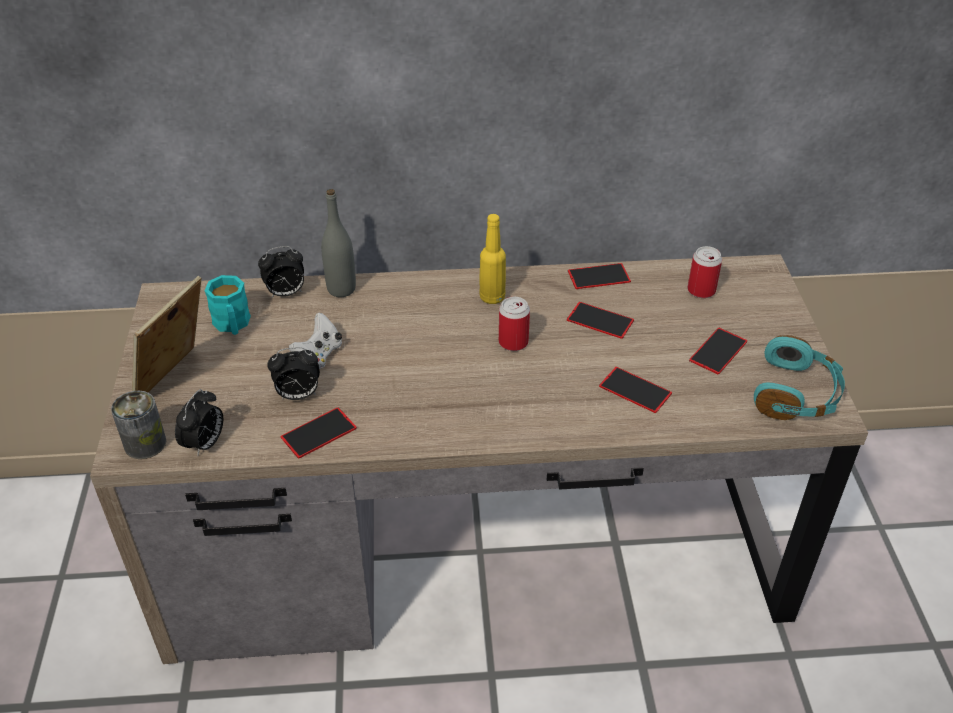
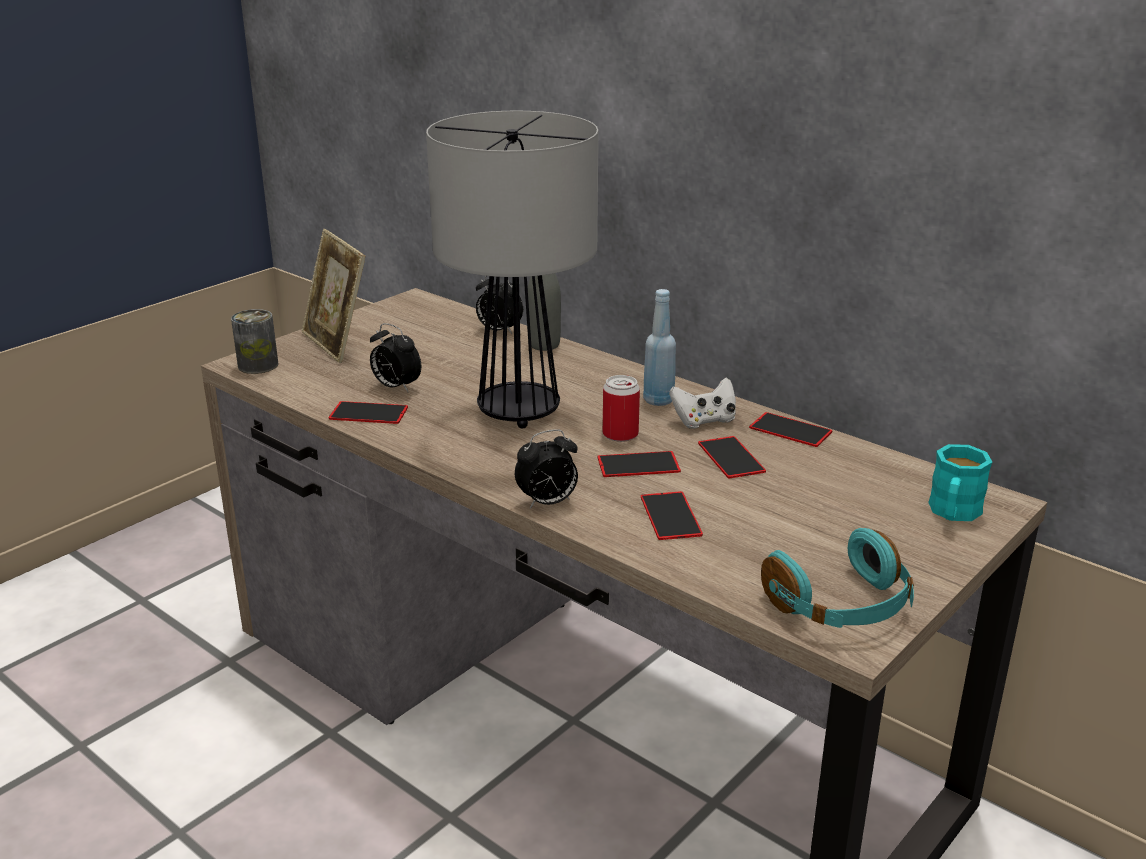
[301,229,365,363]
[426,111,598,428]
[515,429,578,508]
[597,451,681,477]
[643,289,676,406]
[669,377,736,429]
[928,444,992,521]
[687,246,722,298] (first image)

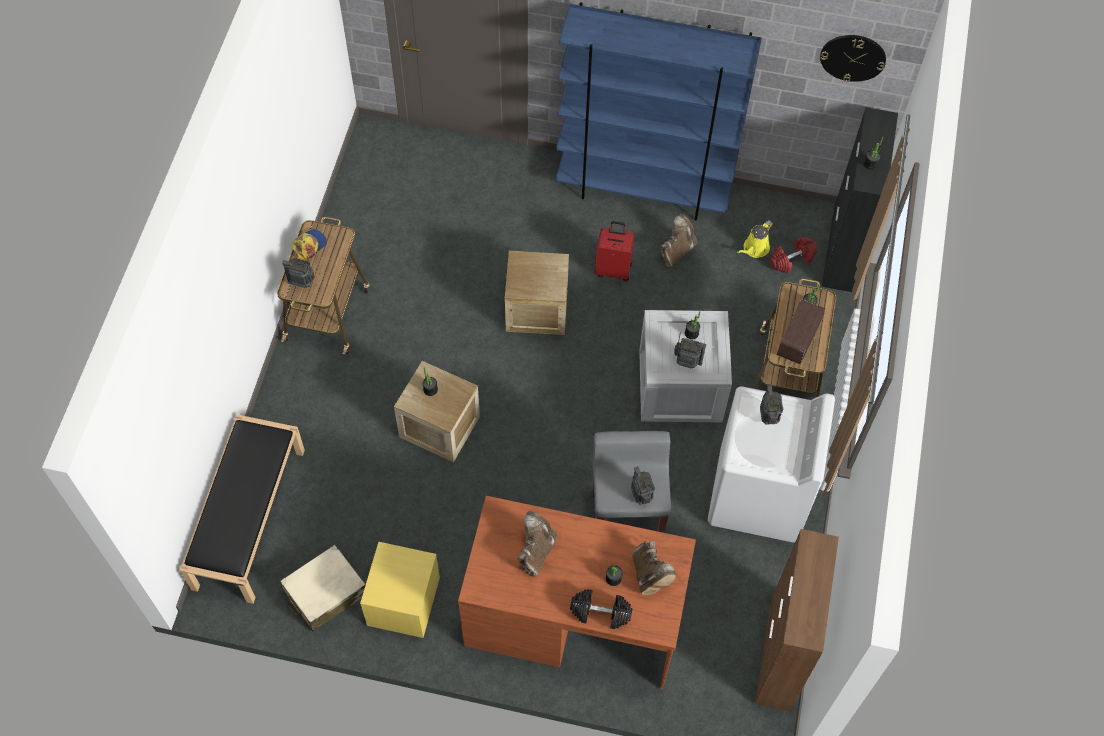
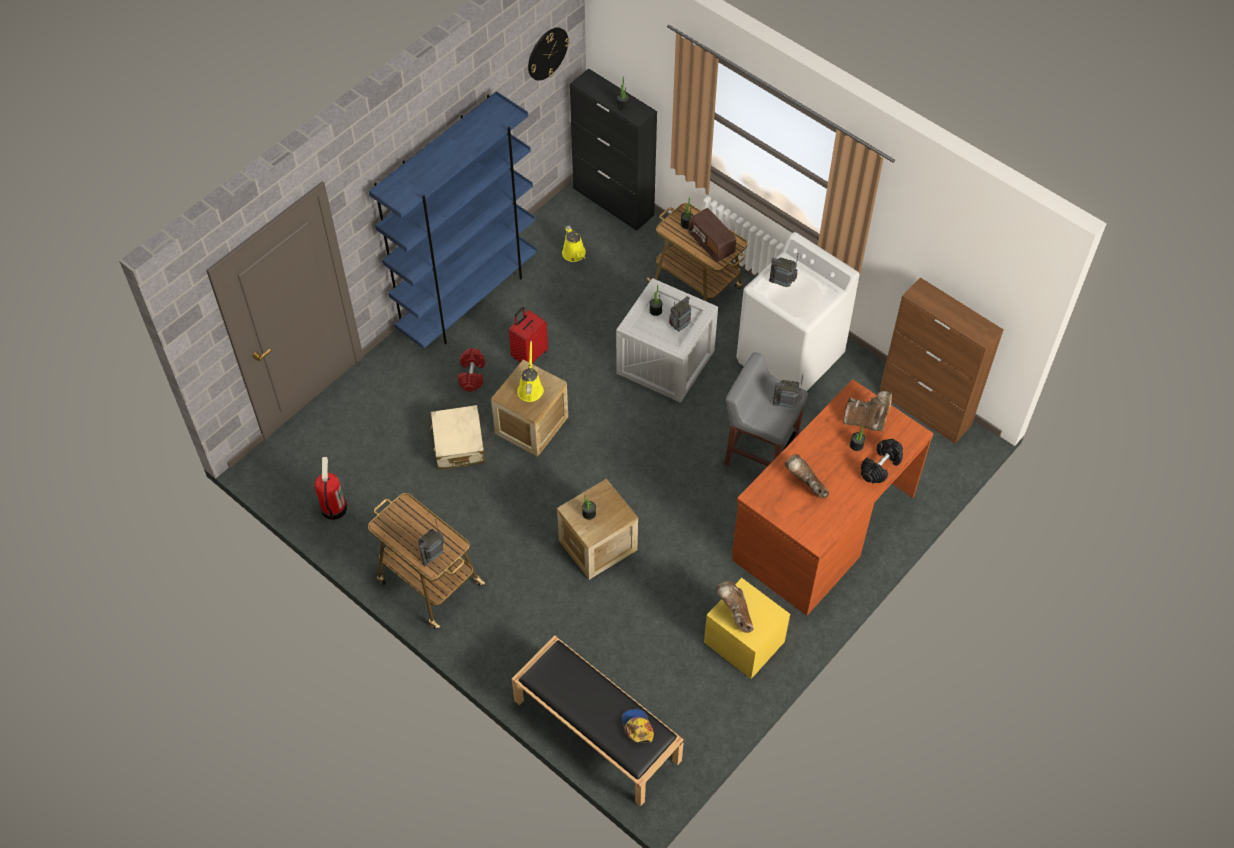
[315,457,347,520]
[430,405,486,470]
[458,348,485,392]
[517,341,544,402]
[622,709,654,743]
[716,582,753,633]

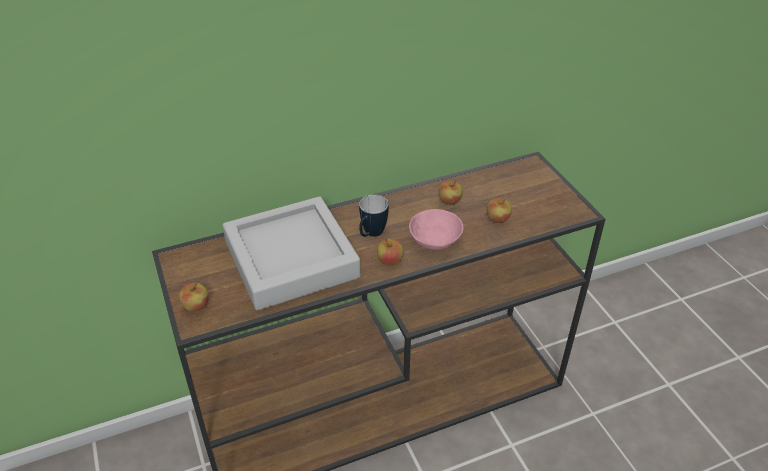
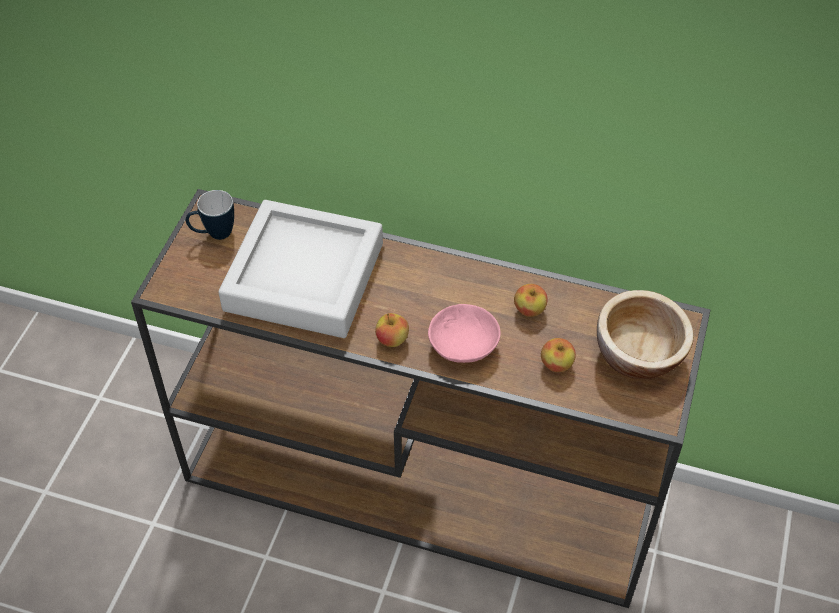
[186,190,234,240]
[597,290,694,379]
[179,283,209,312] (first image)

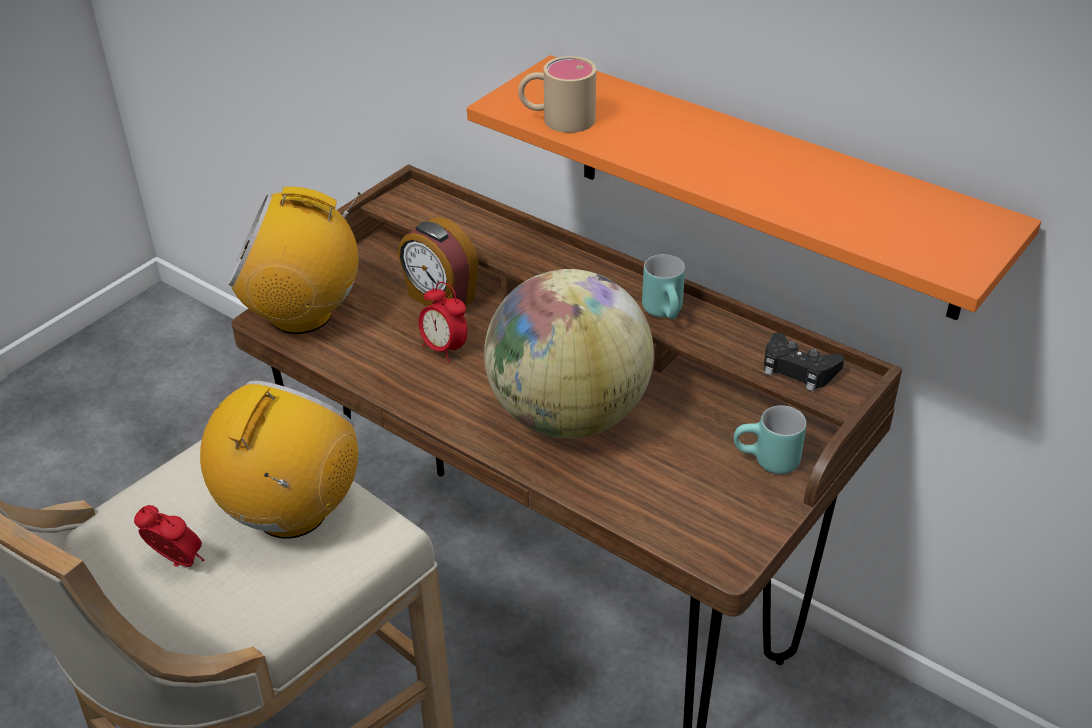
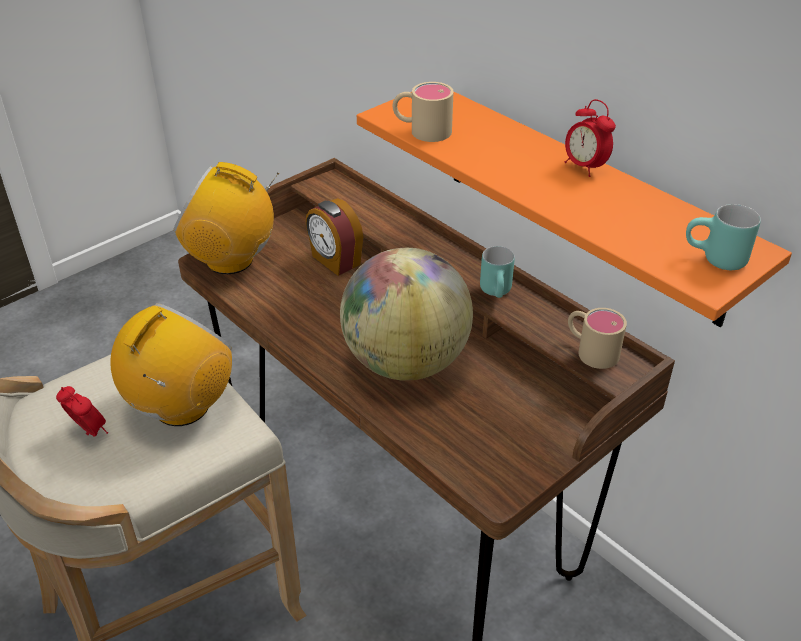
[564,99,616,177]
[568,308,627,369]
[686,204,761,270]

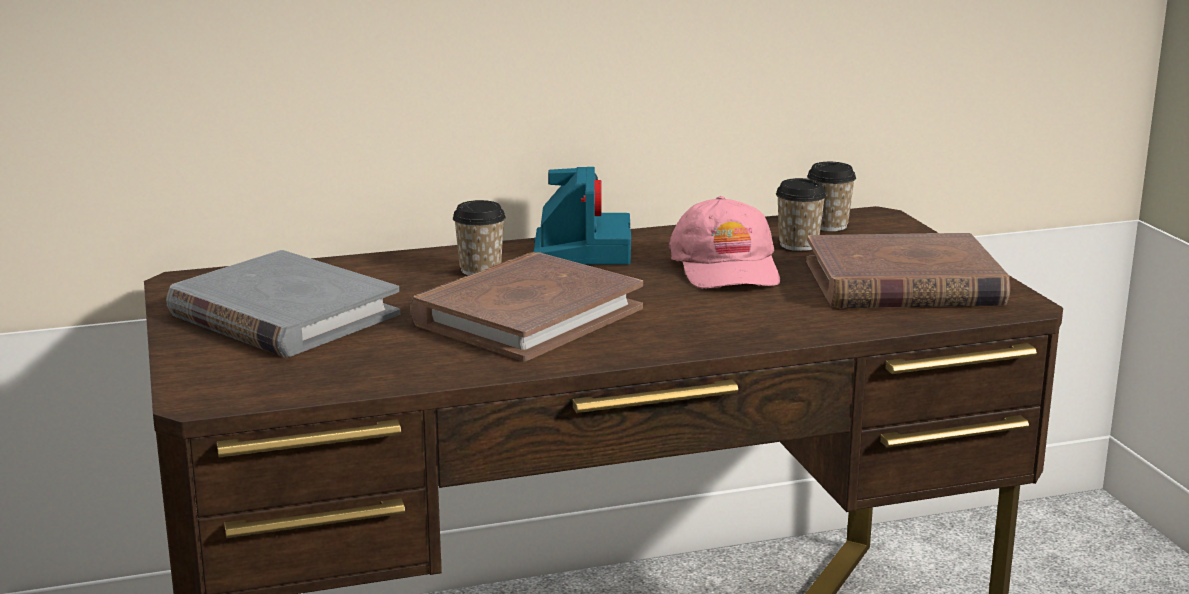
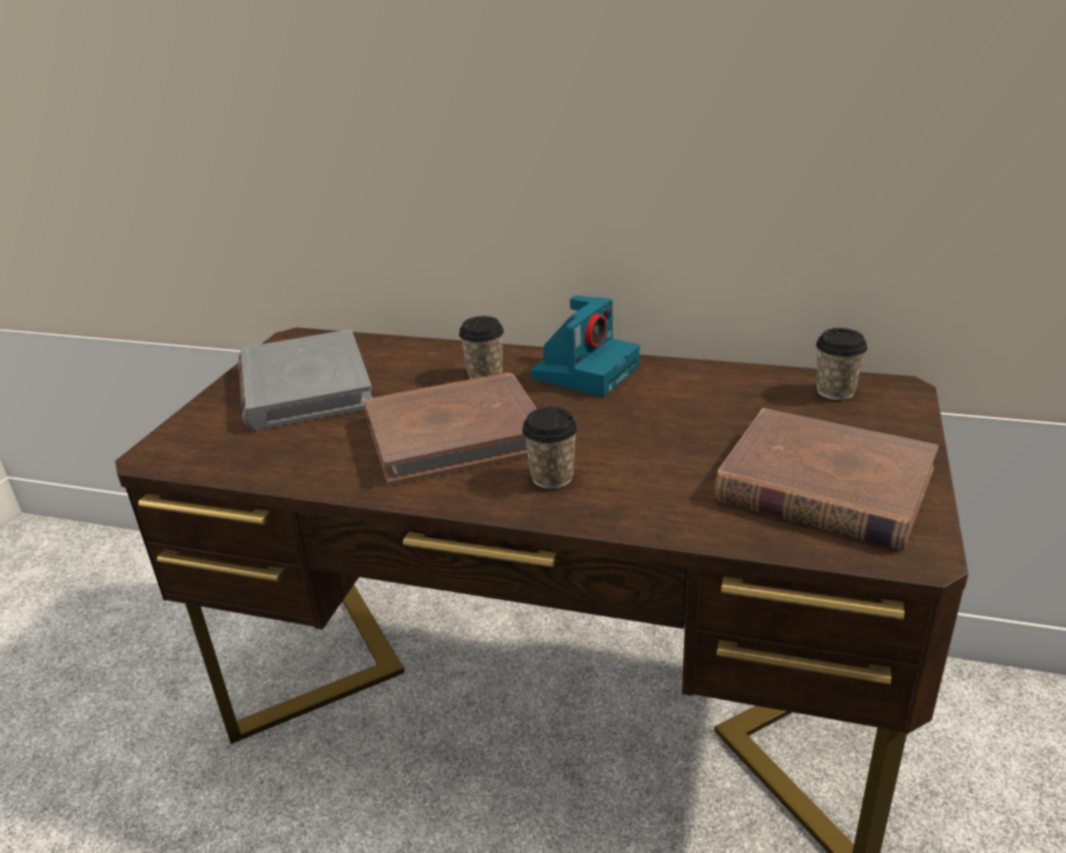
[522,407,578,489]
[669,196,780,289] (first image)

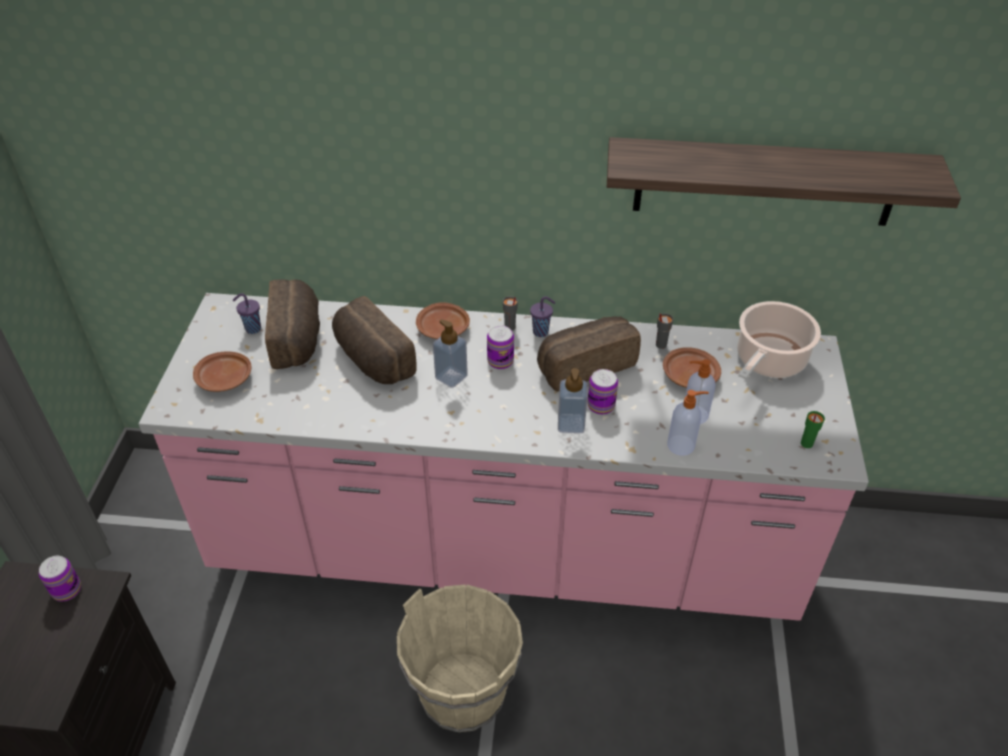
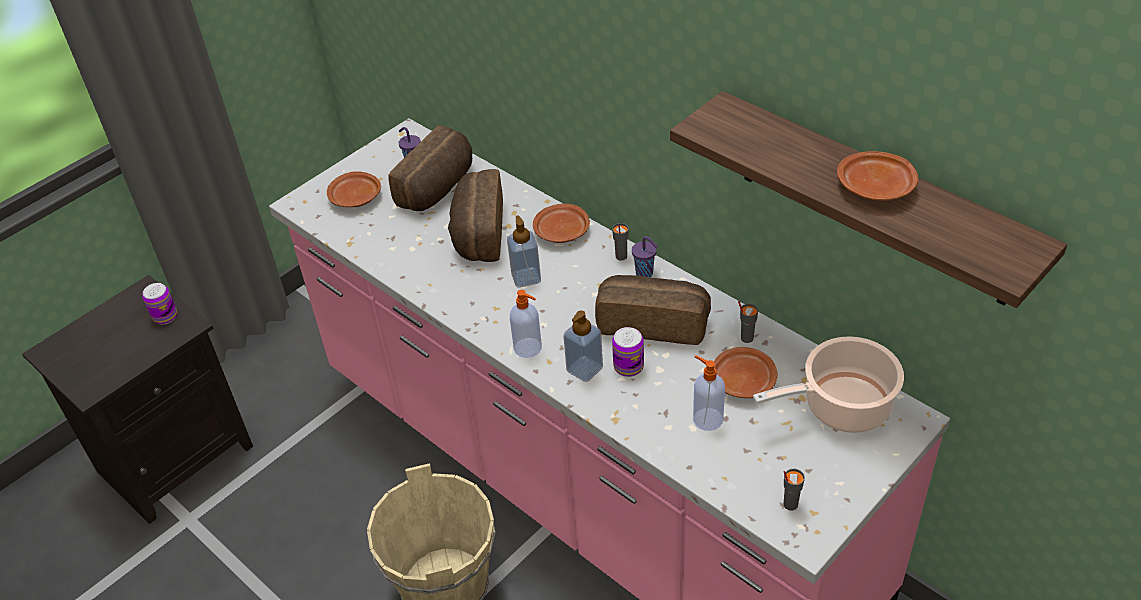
[510,290,542,358]
[783,469,805,511]
[837,151,918,201]
[487,325,514,369] (first image)

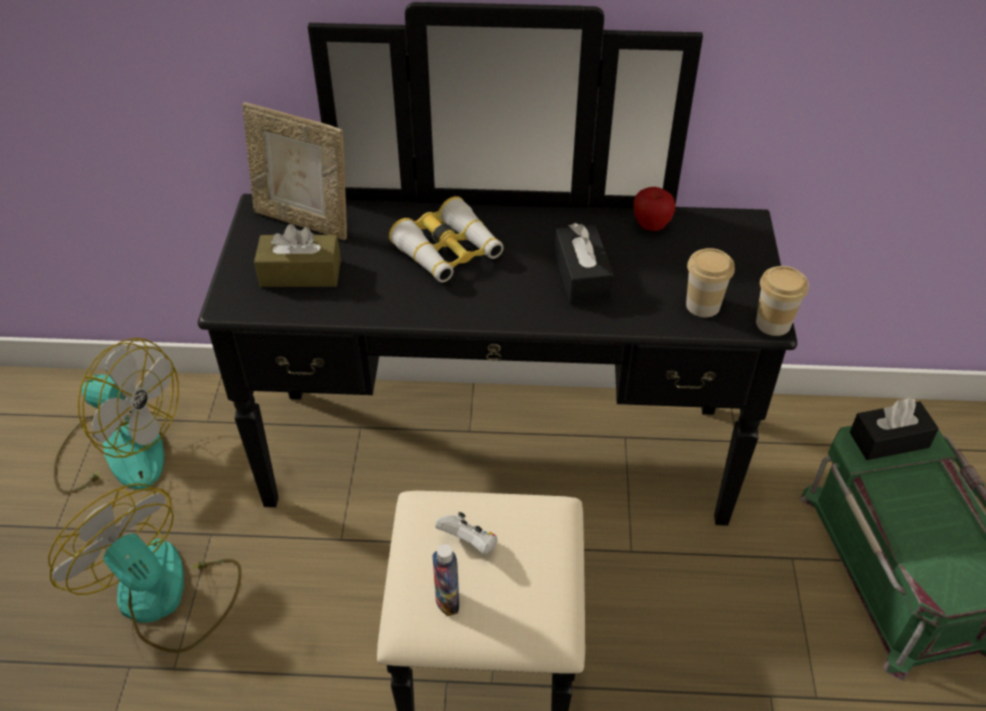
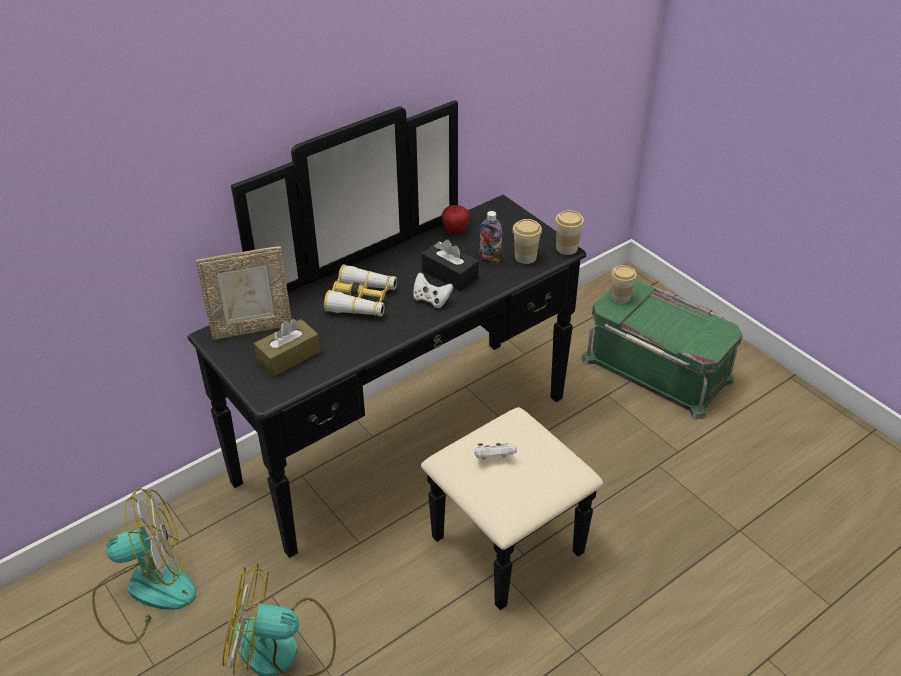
[413,272,453,308]
[480,211,502,264]
[611,265,637,304]

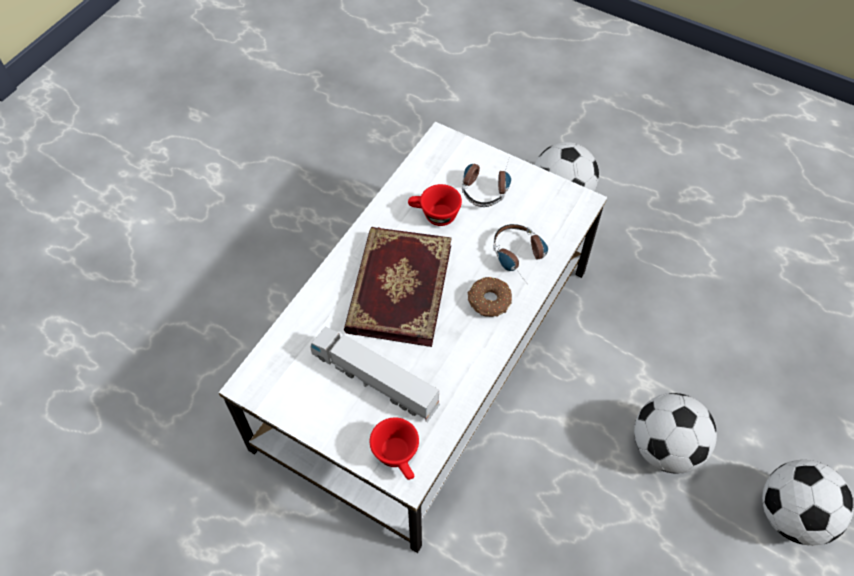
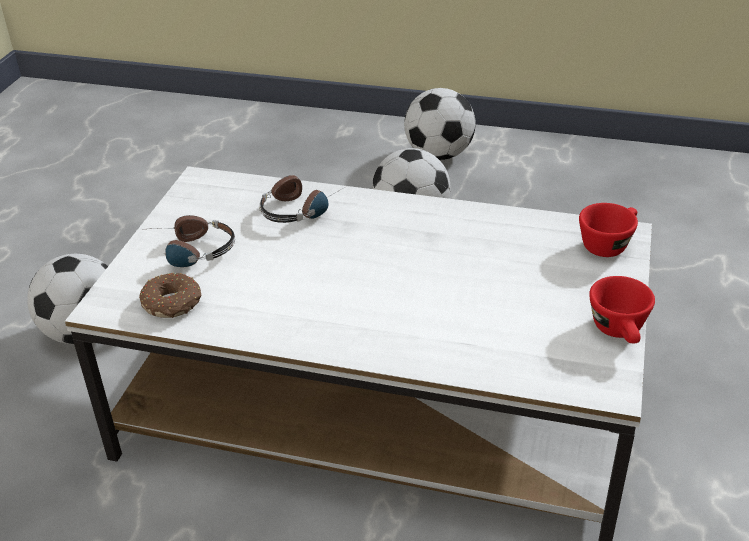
[139,272,202,318]
[589,276,655,343]
[311,327,440,422] (first image)
[344,227,452,347] (first image)

